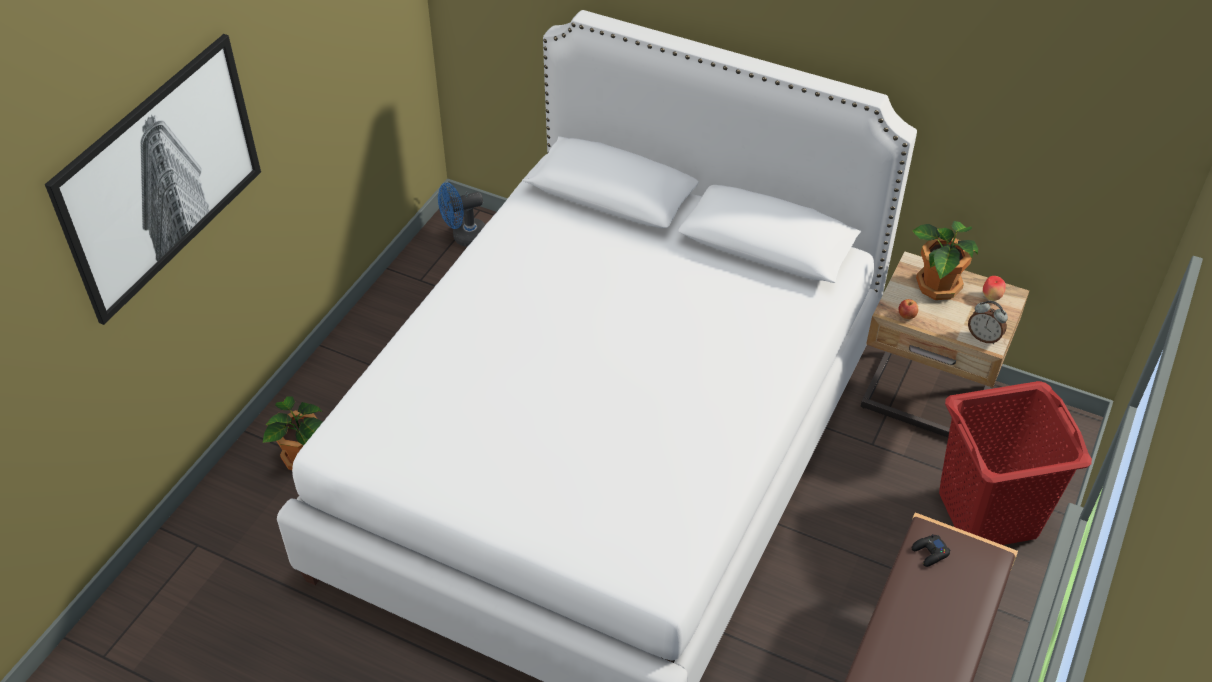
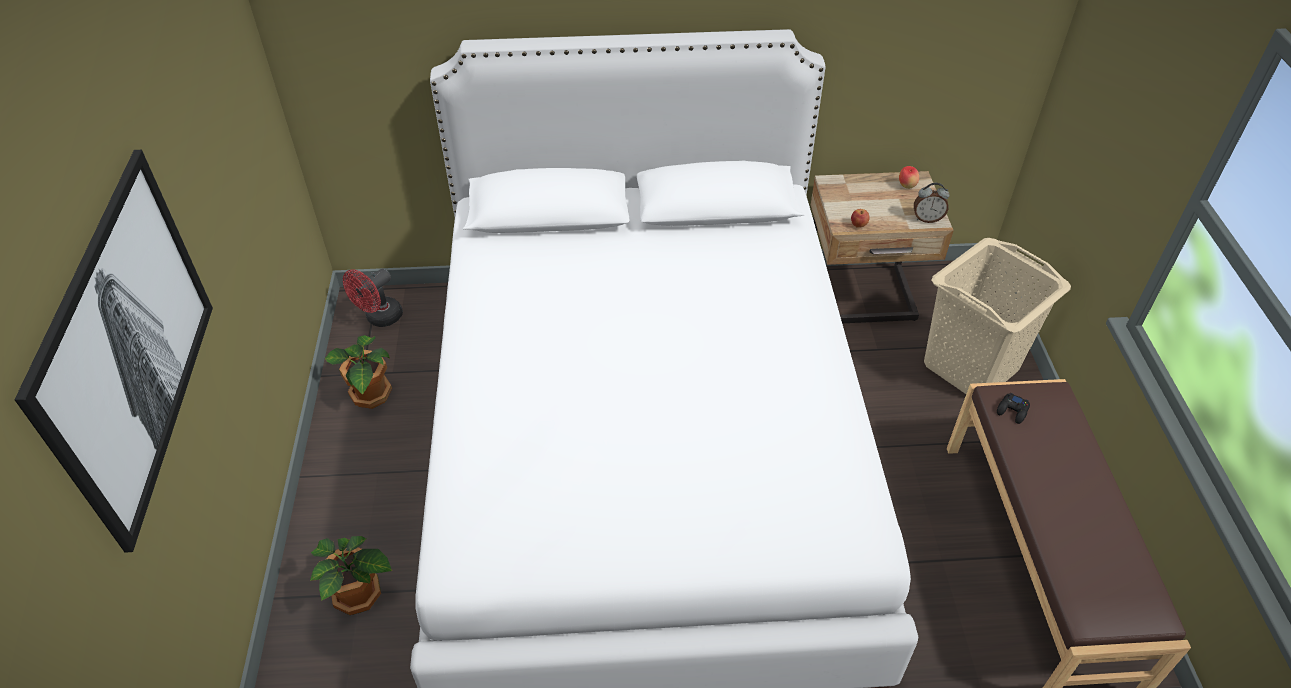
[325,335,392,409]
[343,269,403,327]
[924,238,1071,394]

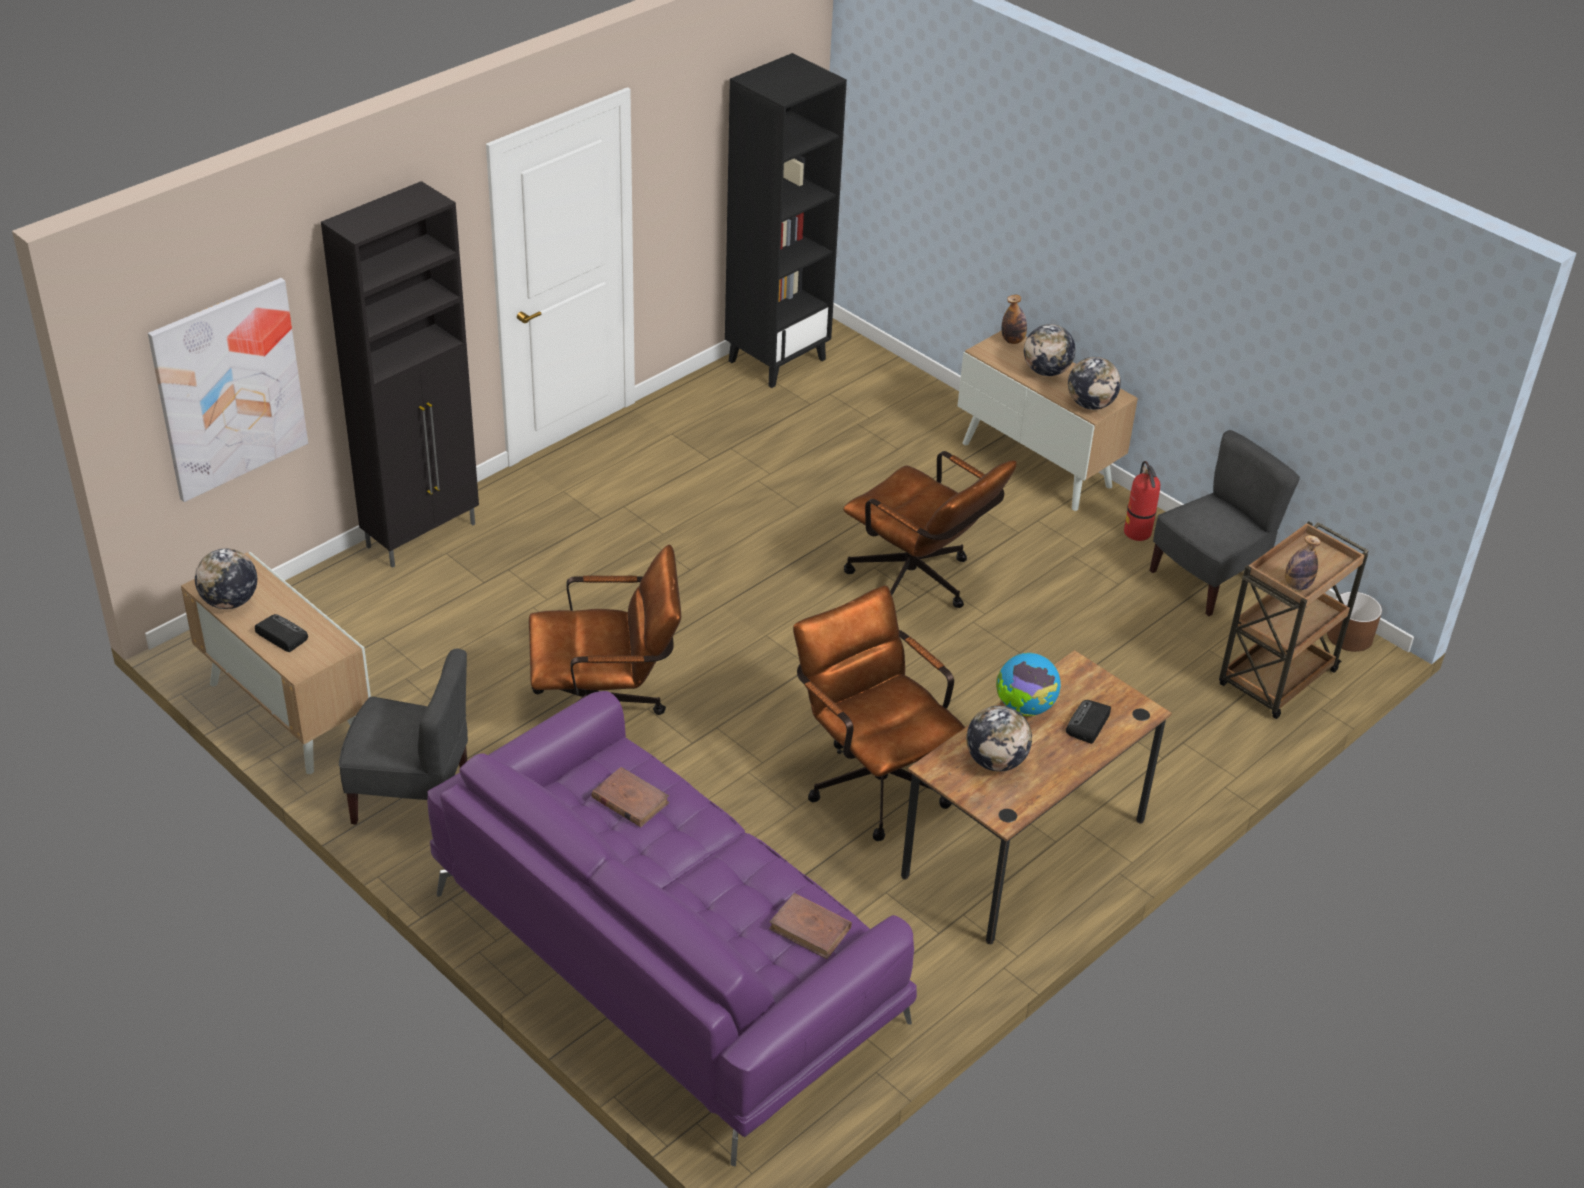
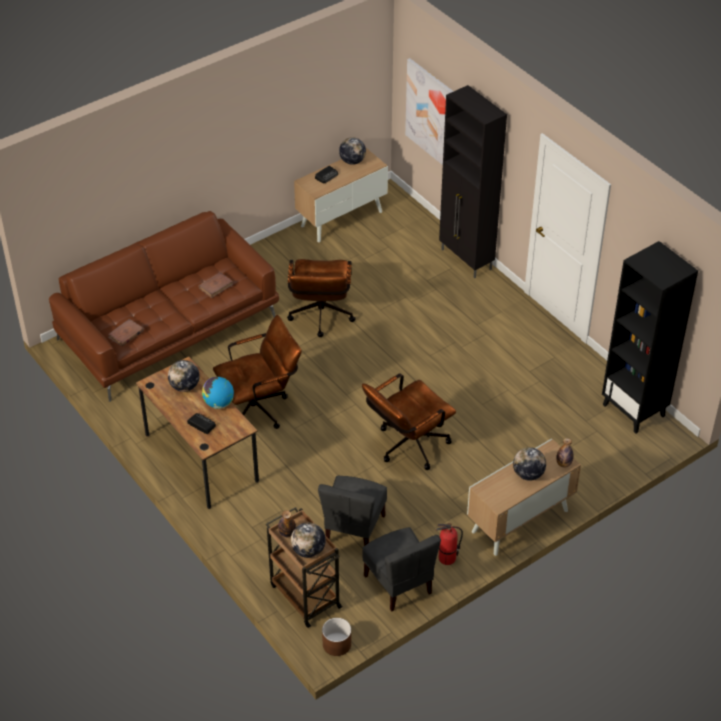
[49,211,279,402]
[291,523,326,558]
[318,476,387,546]

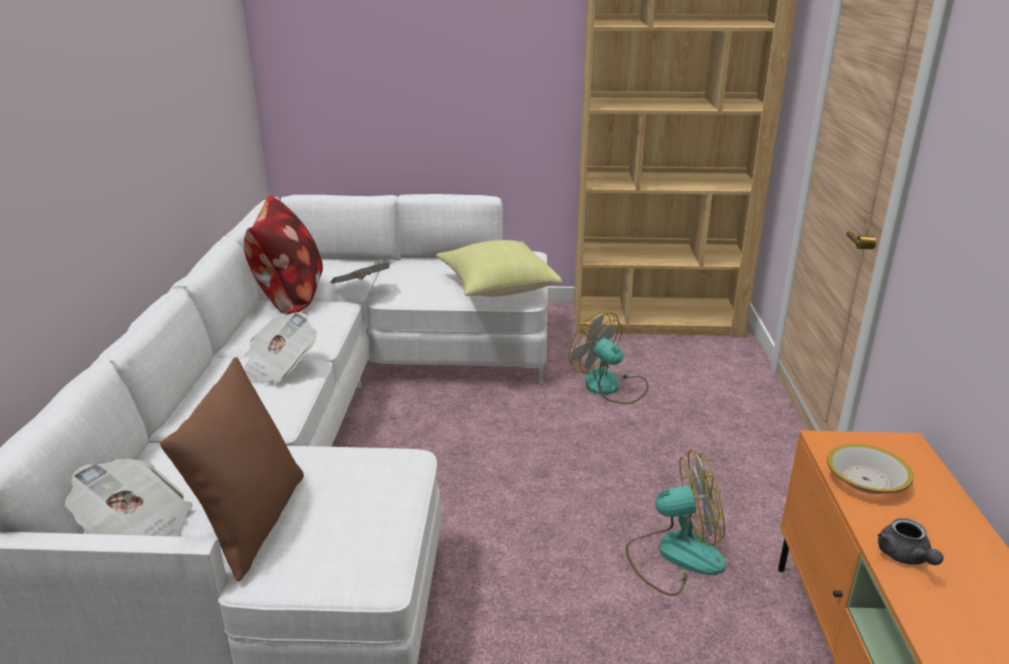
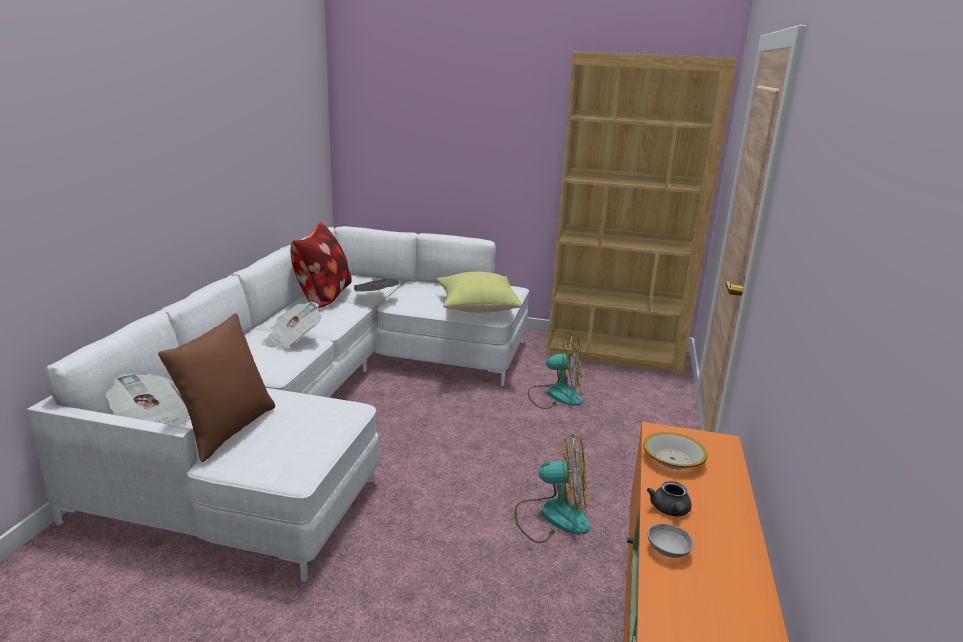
[528,334,582,409]
[648,523,694,558]

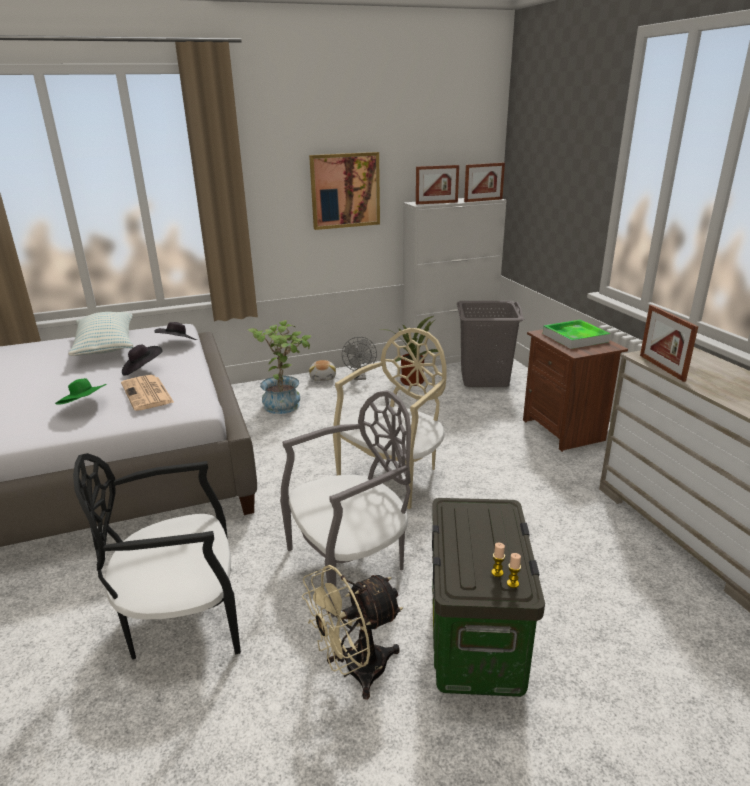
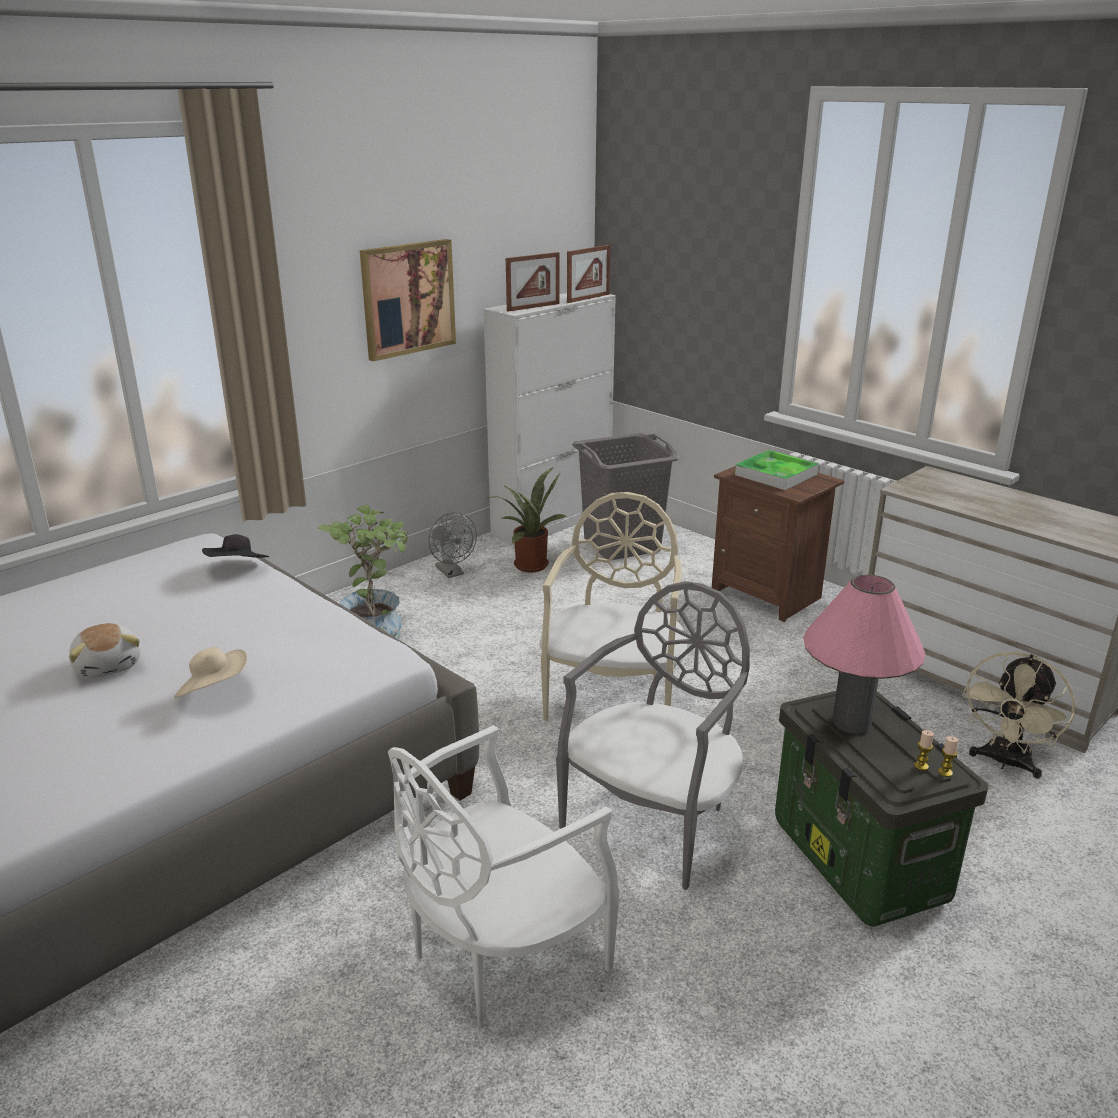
[69,623,140,678]
[174,647,247,698]
[388,725,620,1026]
[803,575,926,734]
[962,652,1076,779]
[68,312,134,356] (first image)
[121,375,174,411] (first image)
[122,345,163,376] (first image)
[640,305,698,382] (first image)

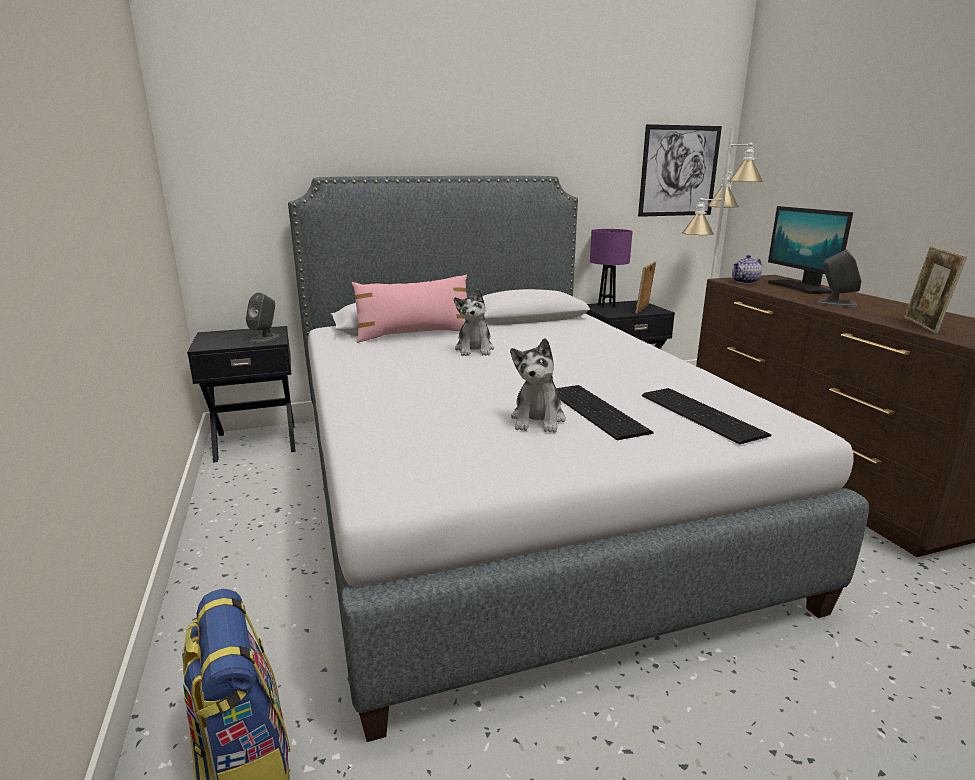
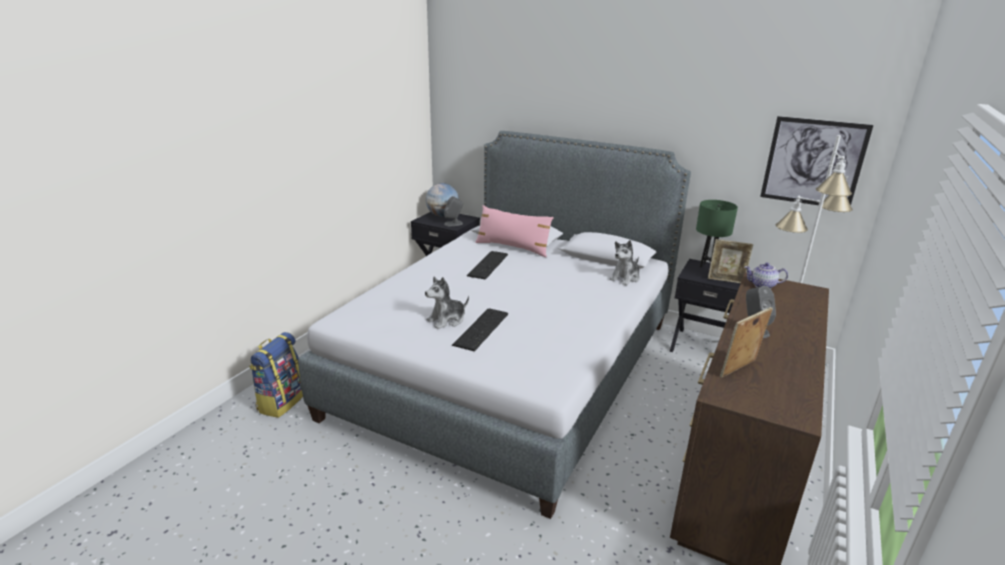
[426,183,459,217]
[467,251,508,280]
[610,240,640,285]
[696,200,738,267]
[708,239,753,283]
[768,206,853,294] (first image)

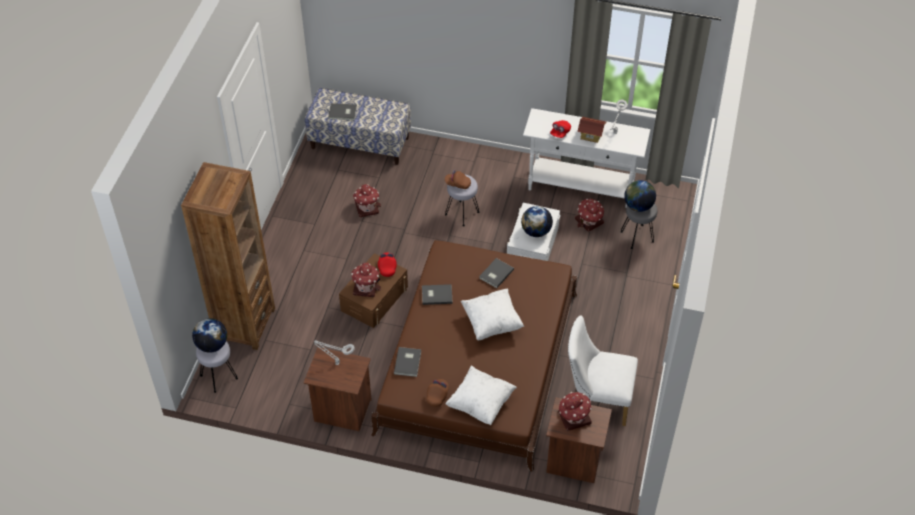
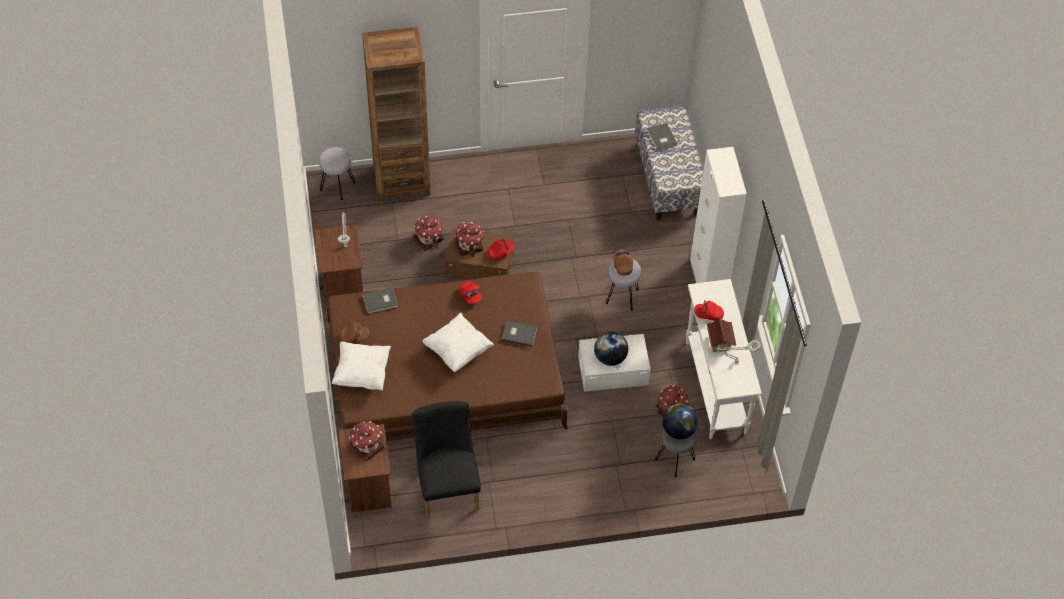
[412,401,481,519]
[413,216,444,251]
[459,281,482,304]
[690,147,747,283]
[192,318,227,353] (first image)

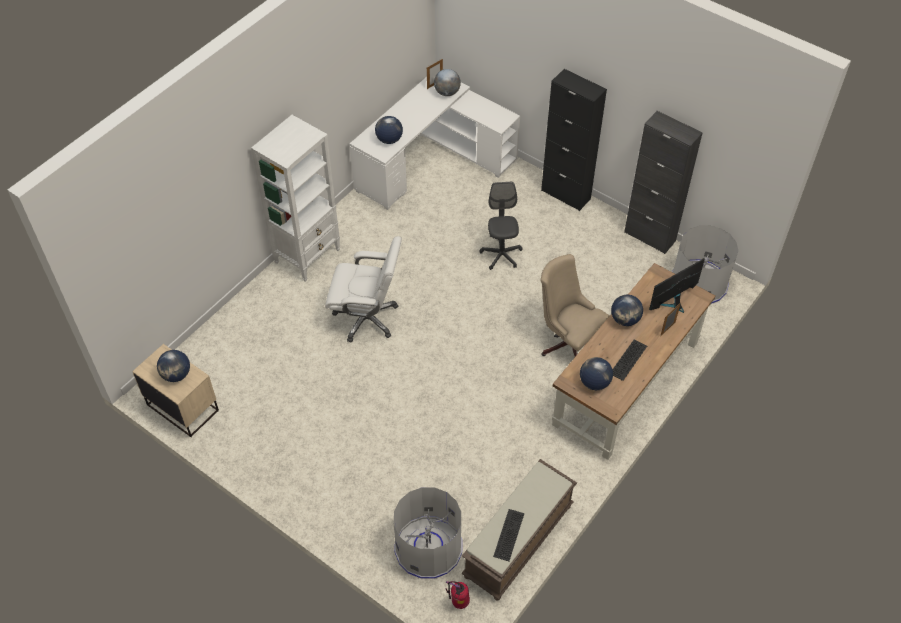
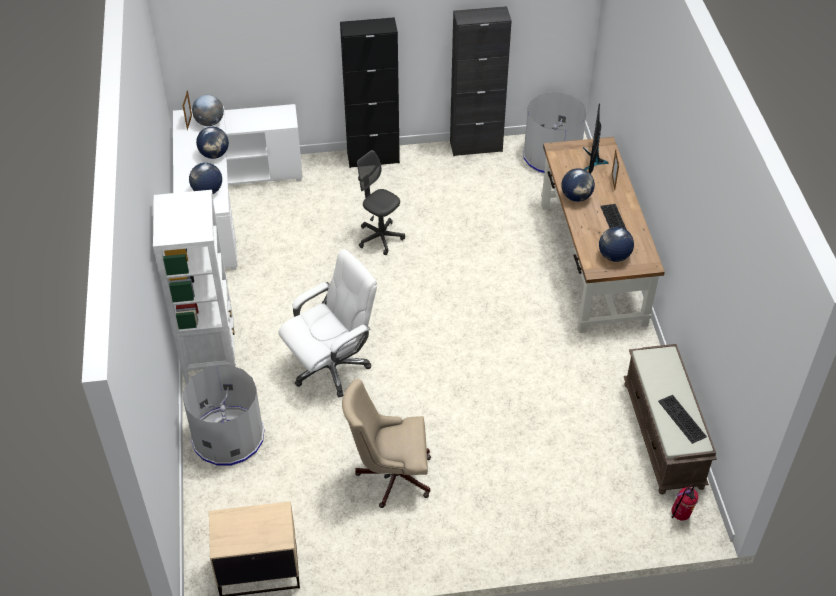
[183,365,265,466]
[196,127,229,159]
[342,379,431,508]

